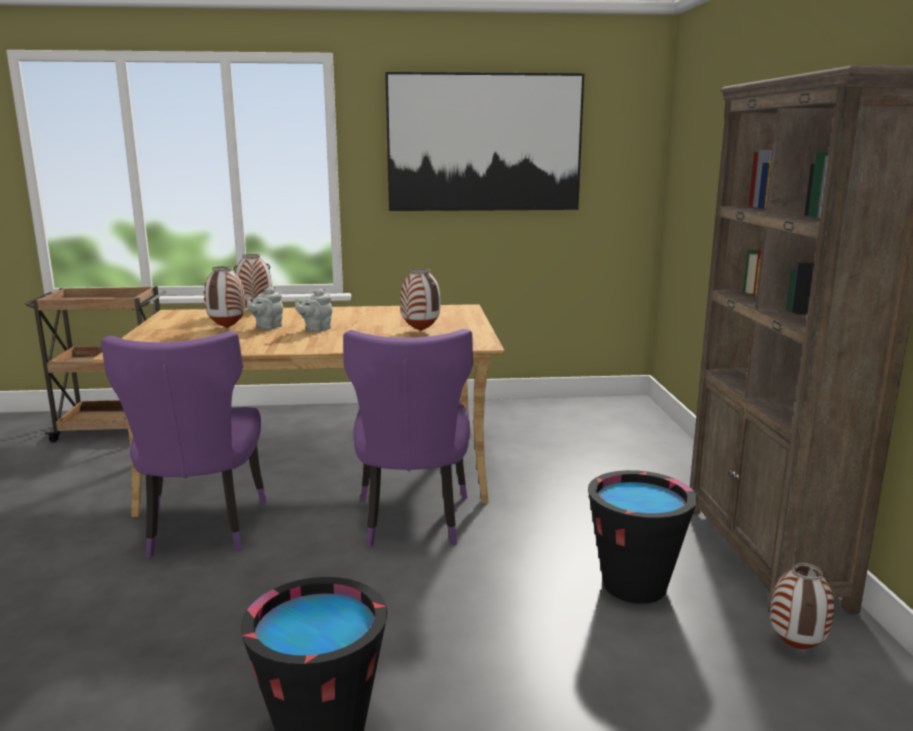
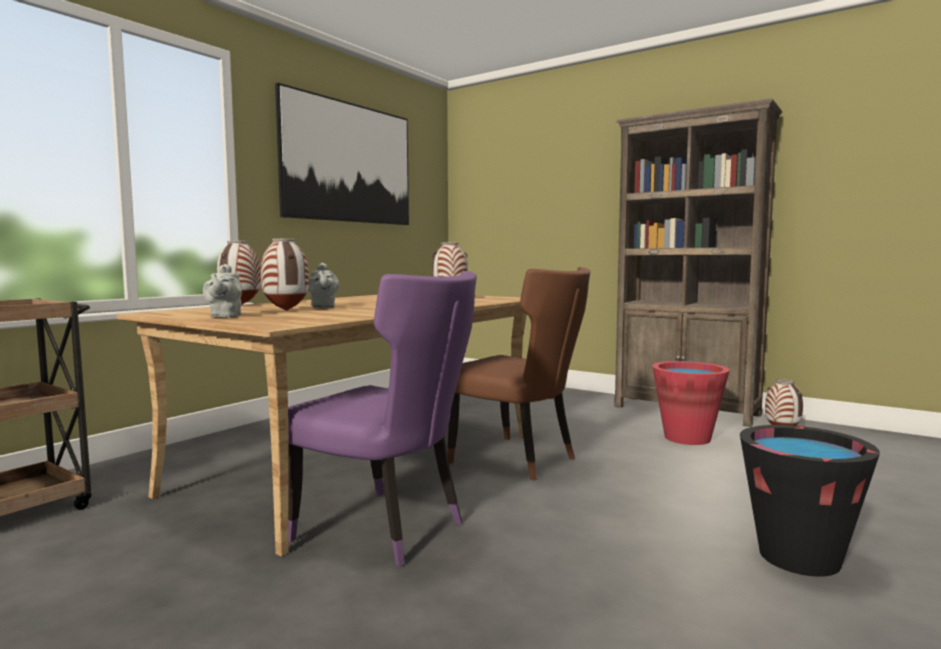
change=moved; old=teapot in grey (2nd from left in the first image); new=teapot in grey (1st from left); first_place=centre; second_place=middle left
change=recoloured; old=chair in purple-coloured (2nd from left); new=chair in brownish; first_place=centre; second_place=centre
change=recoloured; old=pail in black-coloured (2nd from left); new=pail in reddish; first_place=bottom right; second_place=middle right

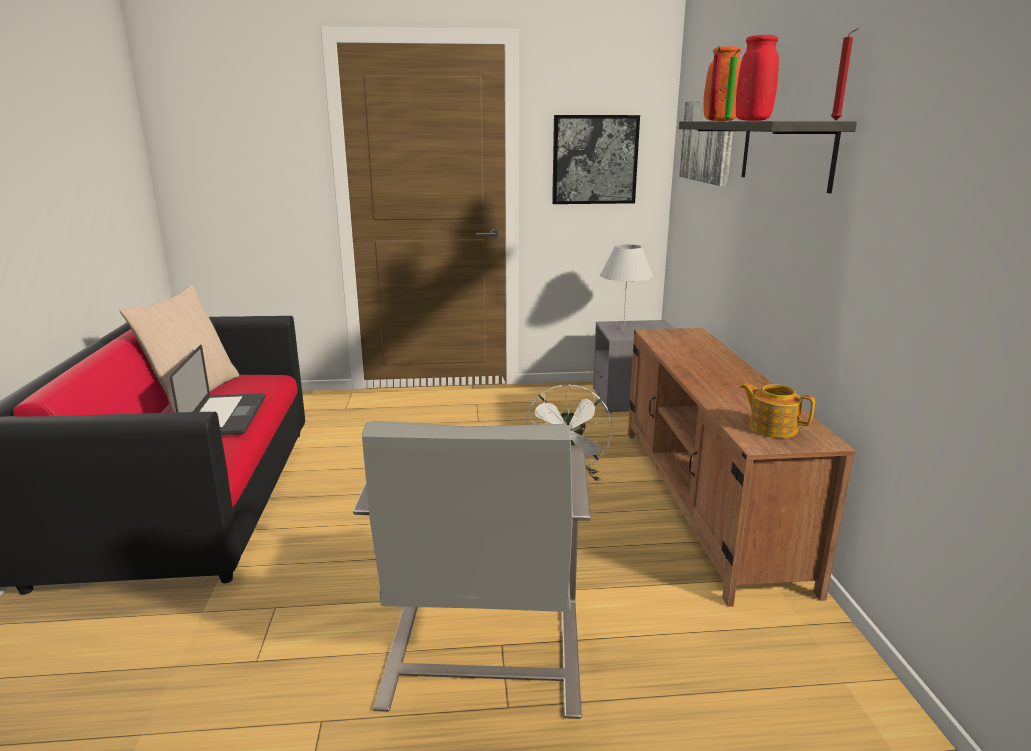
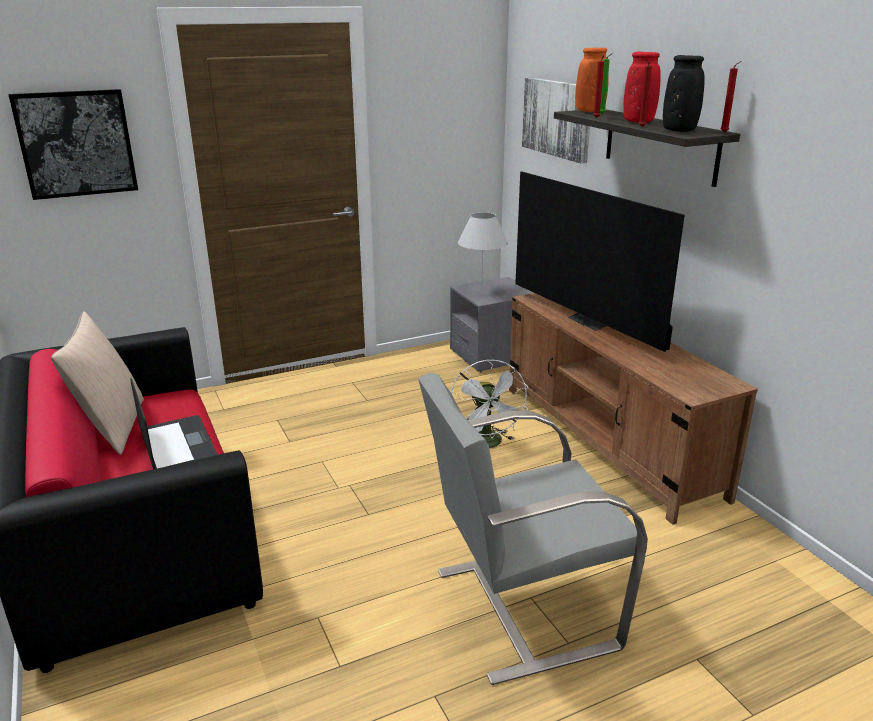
change=turned; old=lounge chair in grey; first_place=bottom centre; second_place=bottom centre; degrees=90
change=moved; old=wall picture (1st from left); first_place=top centre; second_place=top left
change=removed; old=teapot; first_place=middle right
change=added; new=television; second_place=middle right
change=added; new=candle in reddish (2nd from left); second_place=top right
change=added; new=flower vase in black-coloured; second_place=top right

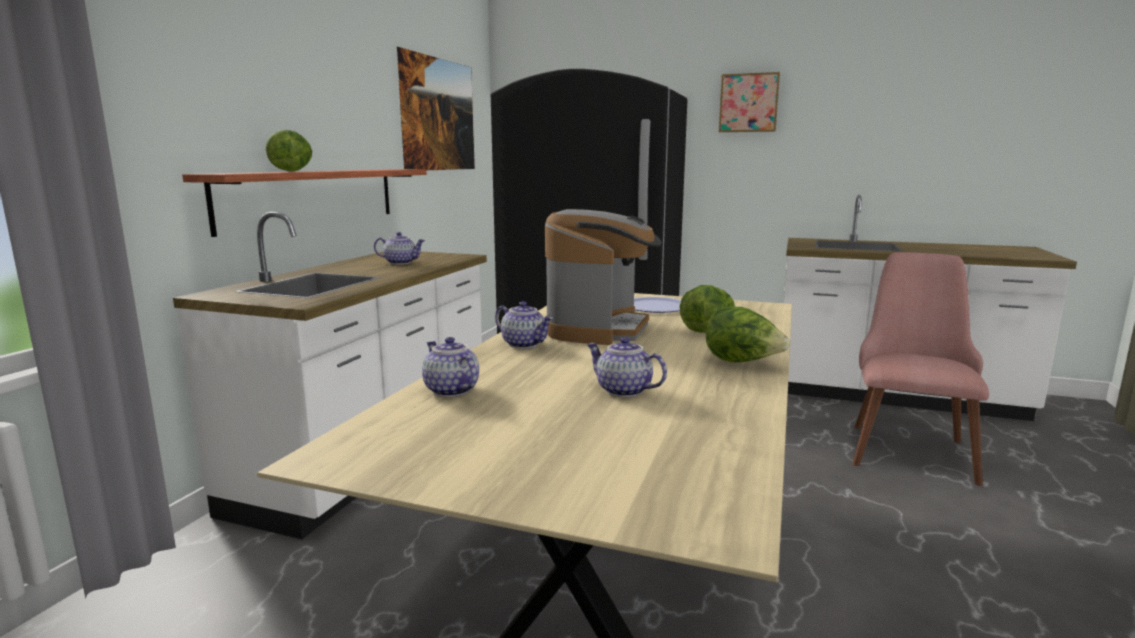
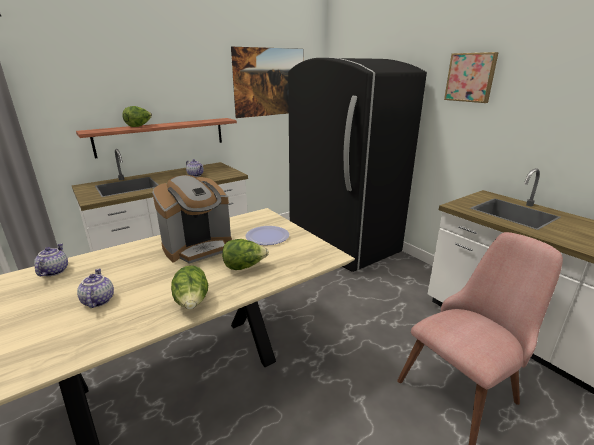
change=removed; old=teapot (3rd from left); first_place=centre

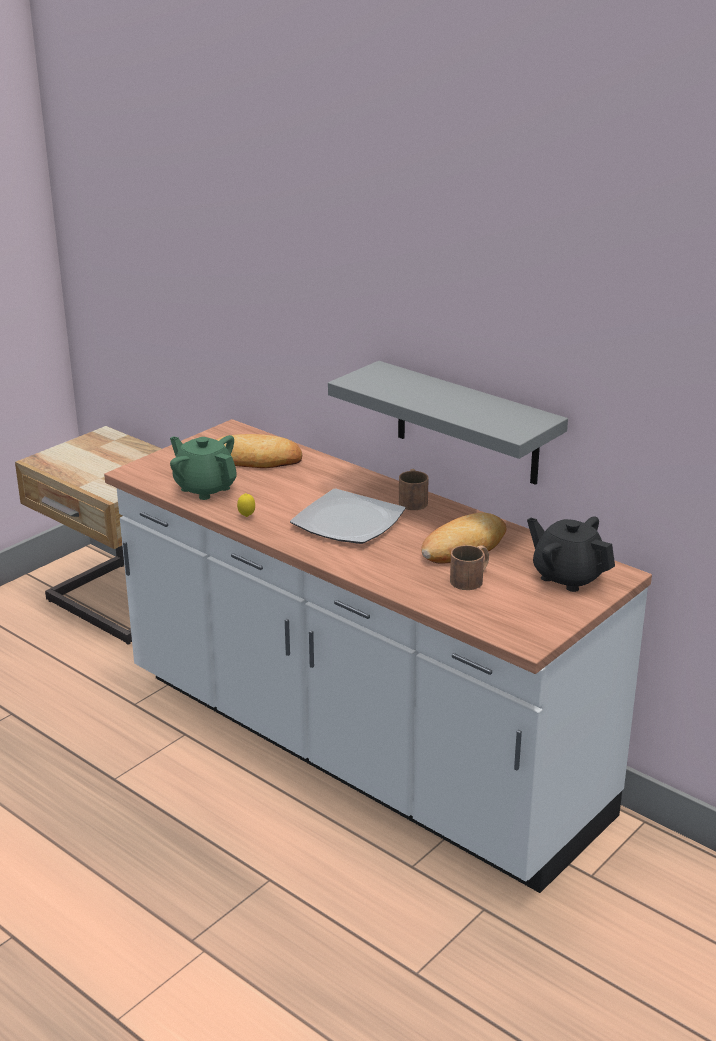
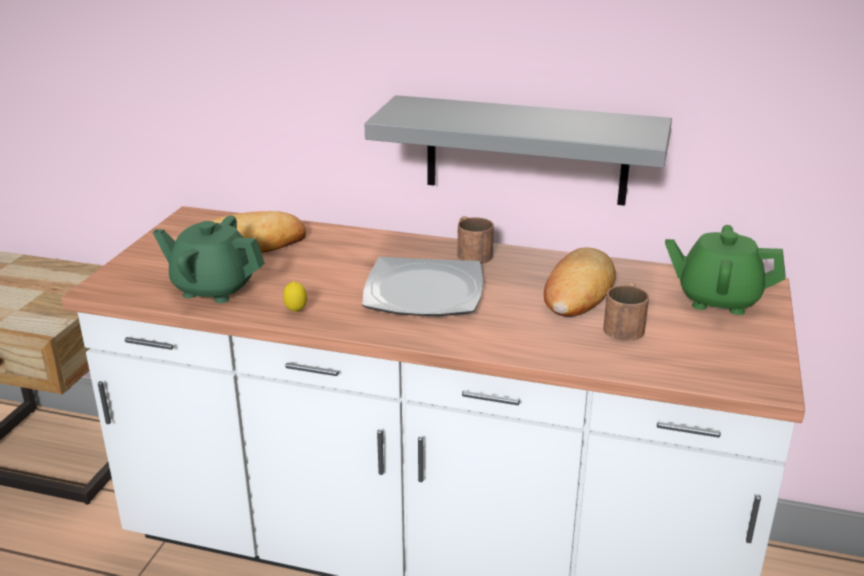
change=recoloured; old=teapot in black-coloured; new=teapot in greenish (2nd from left); first_place=middle right; second_place=middle right

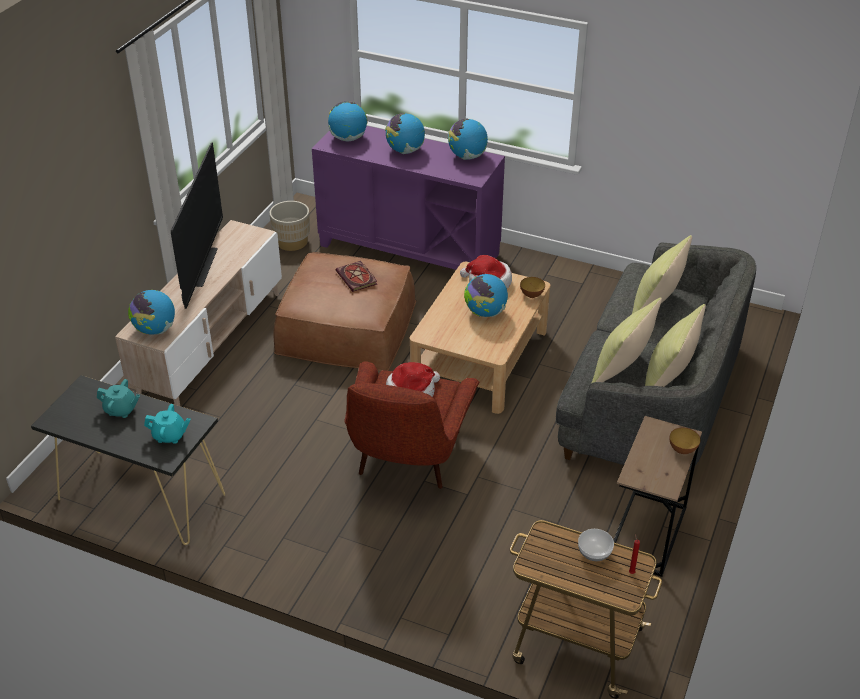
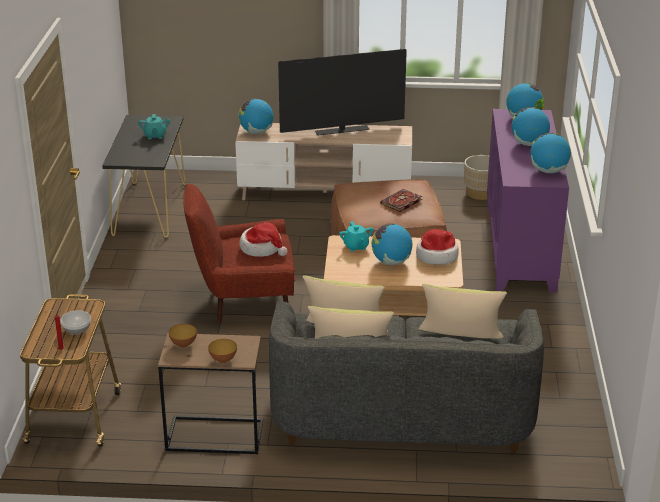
change=moved; old=teapot in turquoise (2nd from left); first_place=middle left; second_place=centre
change=moved; old=serving bowl (1st from left in the first image); new=serving bowl (2nd from left); first_place=centre; second_place=bottom left

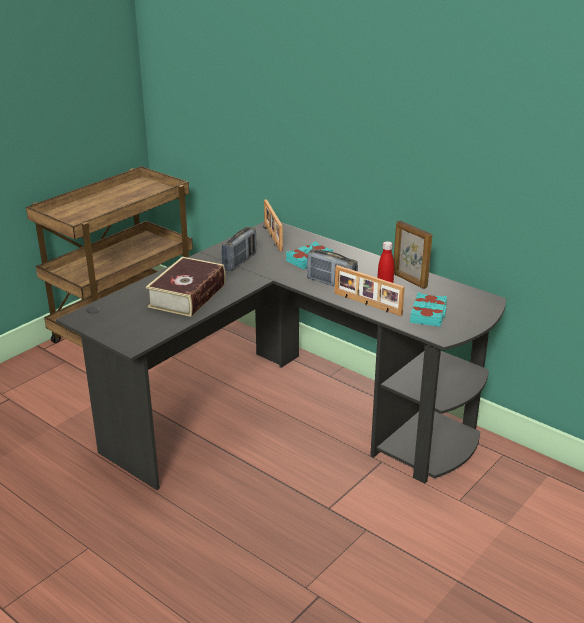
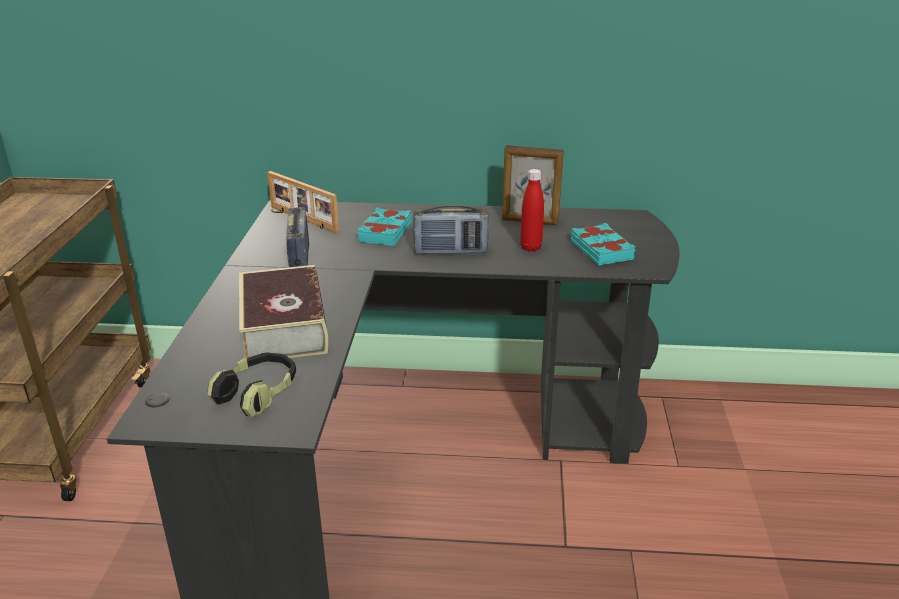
change=removed; old=photo frame (2nd from left); first_place=centre
change=added; new=headphones; second_place=middle left

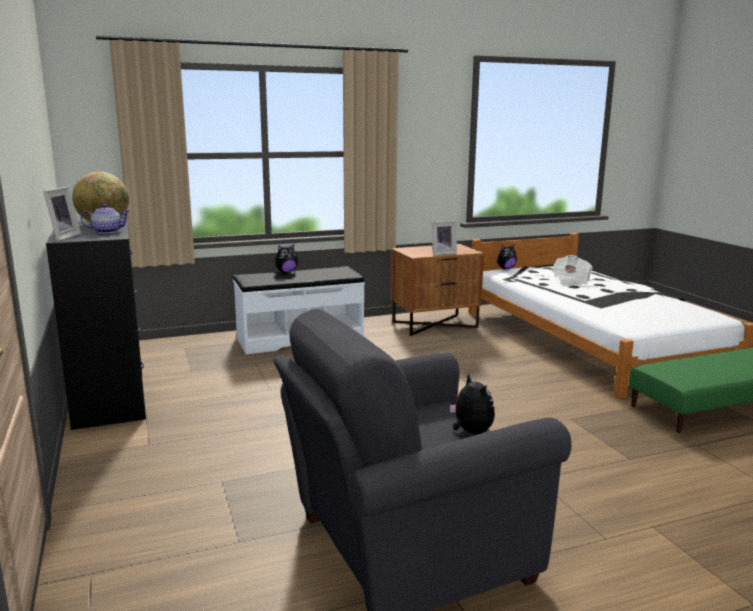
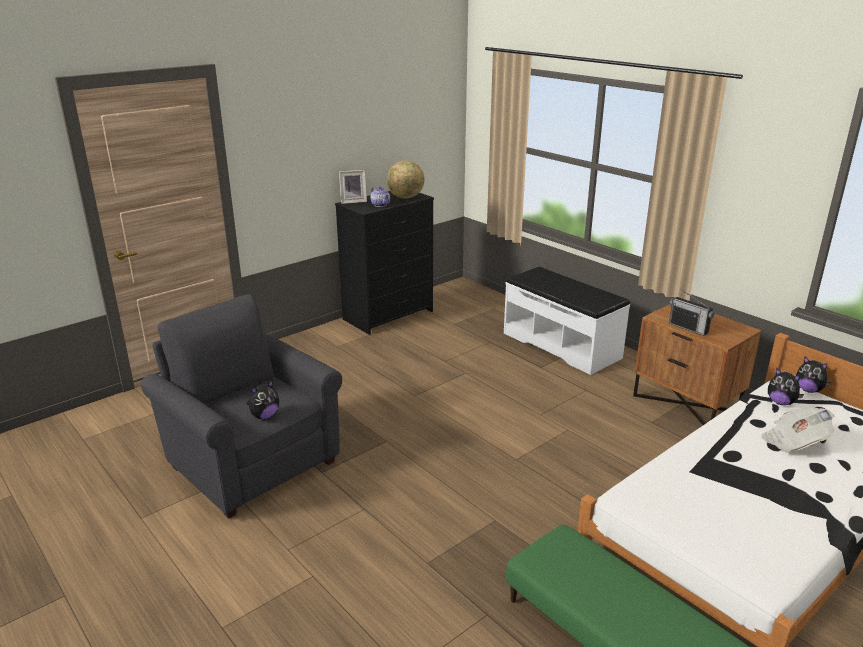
change=moved; old=plush toy (1st from left in the first image); new=plush toy (2nd from left); first_place=centre; second_place=middle right
change=replaced; old=photo frame (2nd from left); new=radio; first_place=centre; second_place=middle right

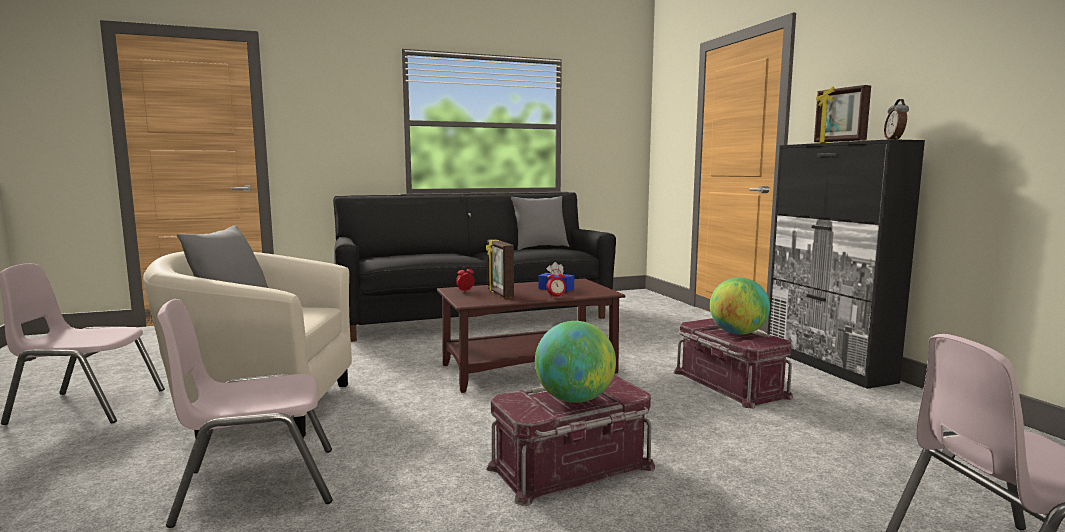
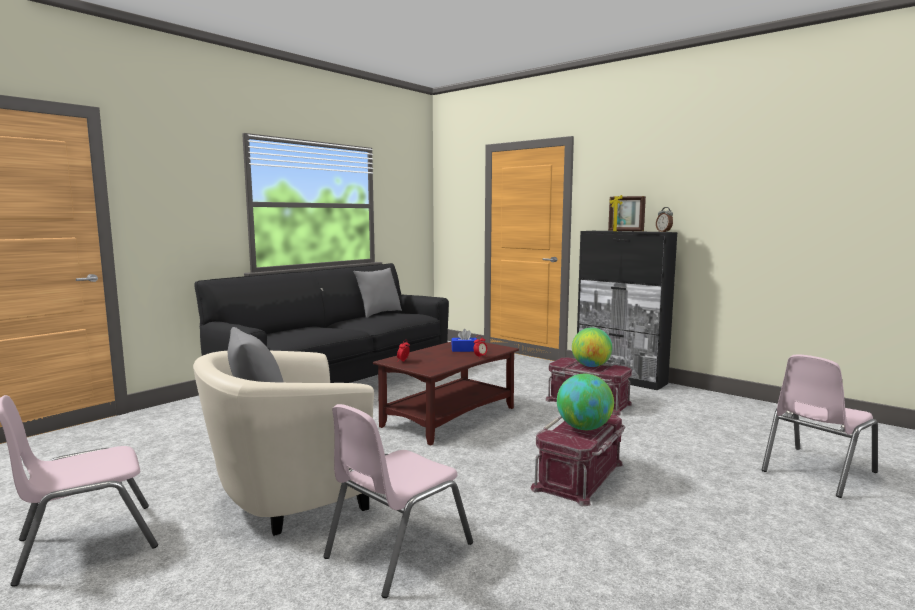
change=removed; old=photo frame (1st from left); first_place=centre

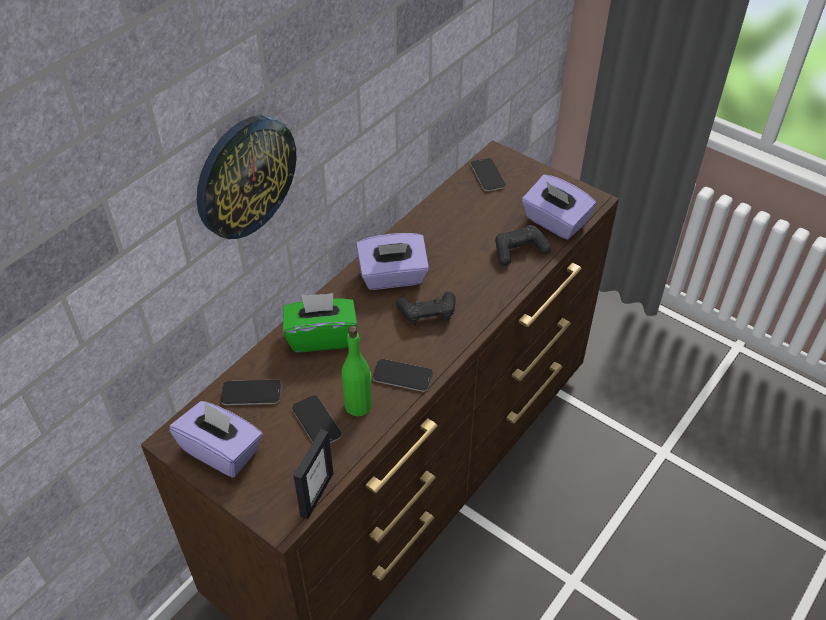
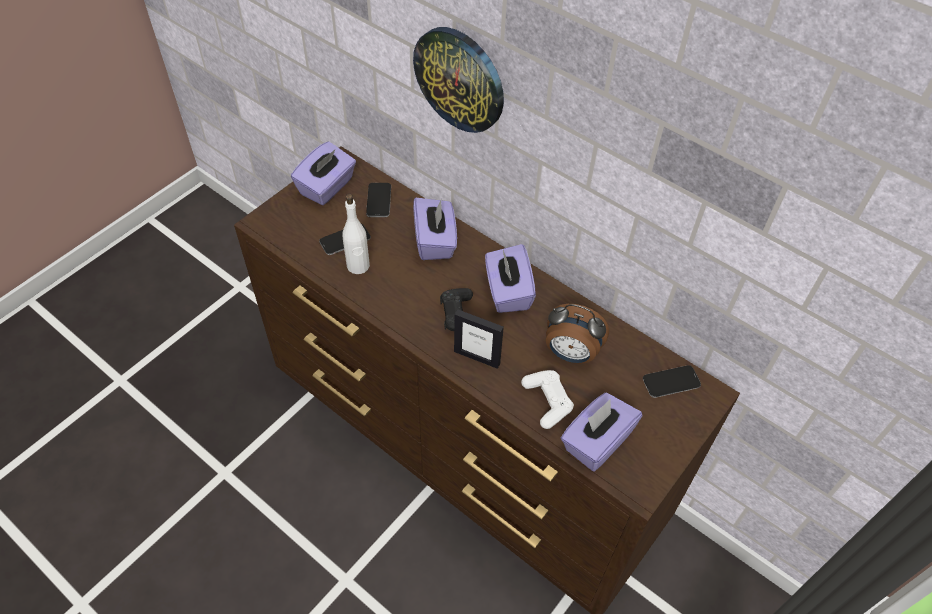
change=recoloured; old=box of tissues in greenish; new=box of tissues in purple-coloured (2nd from left); first_place=centre; second_place=centre
change=moved; old=photo frame; first_place=bottom centre; second_place=centre
change=recoloured; old=beverage bottle in greenish; new=beverage bottle in white-coloured; first_place=centre; second_place=centre
change=removed; old=telephone (3rd from left); first_place=centre
change=recoloured; old=joypad in black-coloured (2nd from left); new=joypad in white-coloured; first_place=centre; second_place=centre
change=added; new=alarm clock; second_place=centre

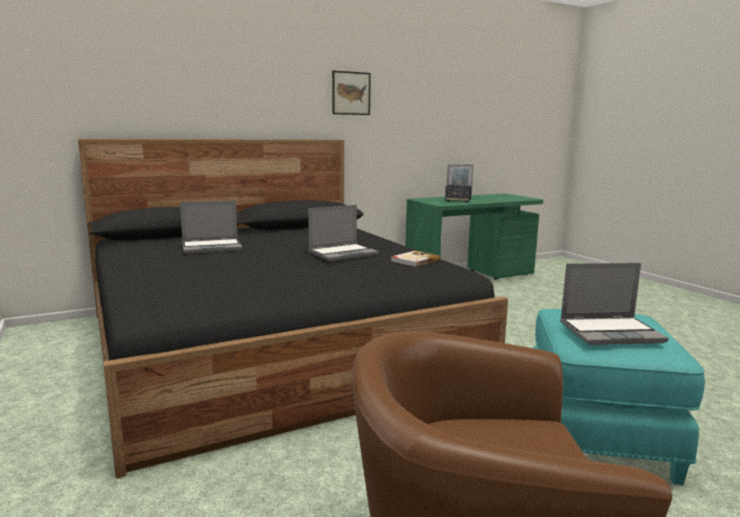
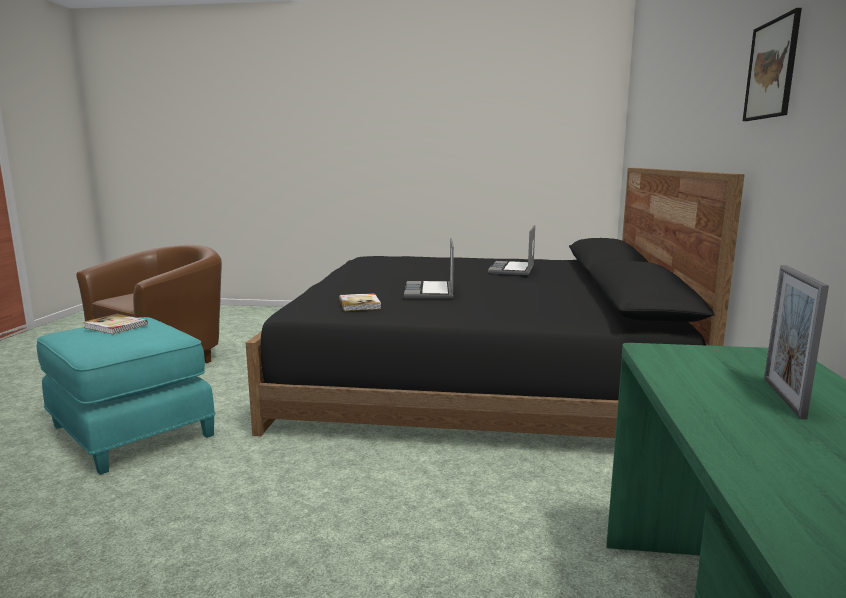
change=removed; old=speaker; first_place=centre
change=replaced; old=portable computer (3rd from left); new=volume (1st from left); first_place=middle right; second_place=middle left

